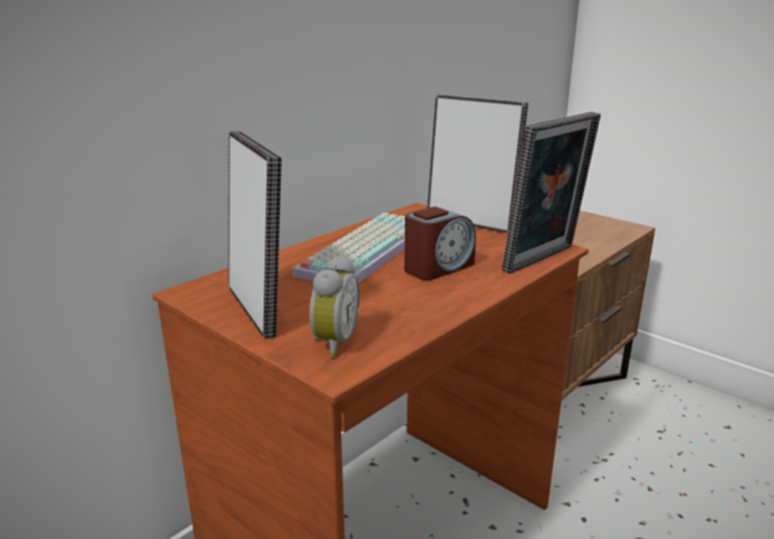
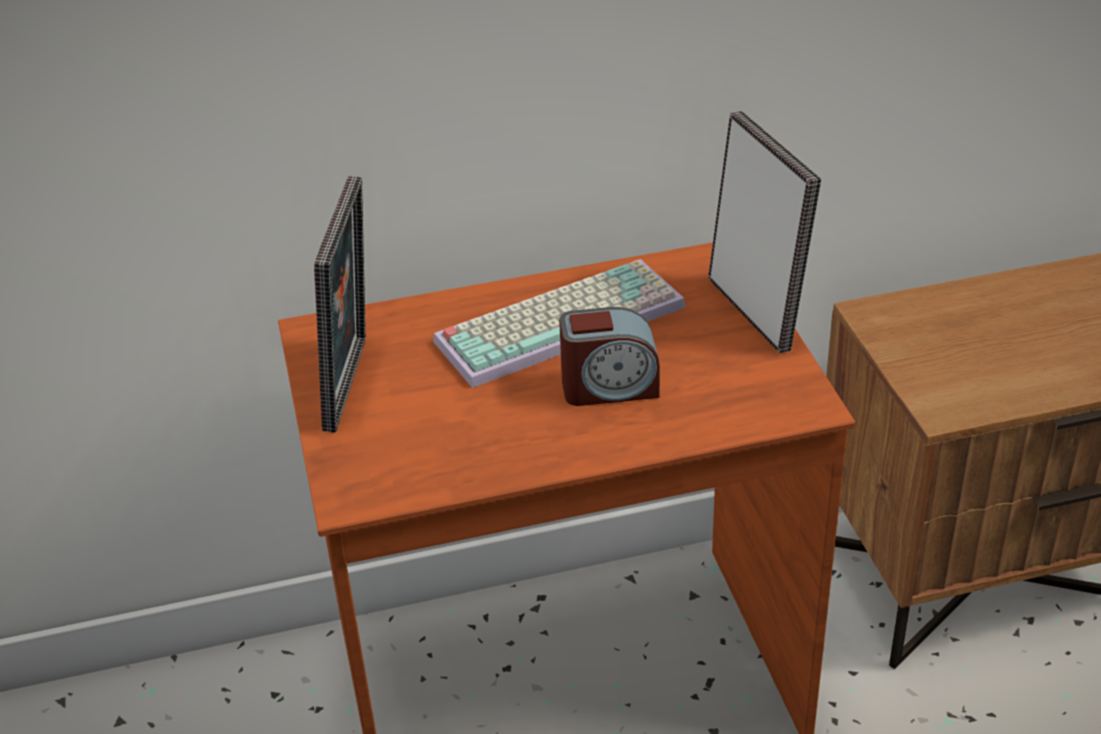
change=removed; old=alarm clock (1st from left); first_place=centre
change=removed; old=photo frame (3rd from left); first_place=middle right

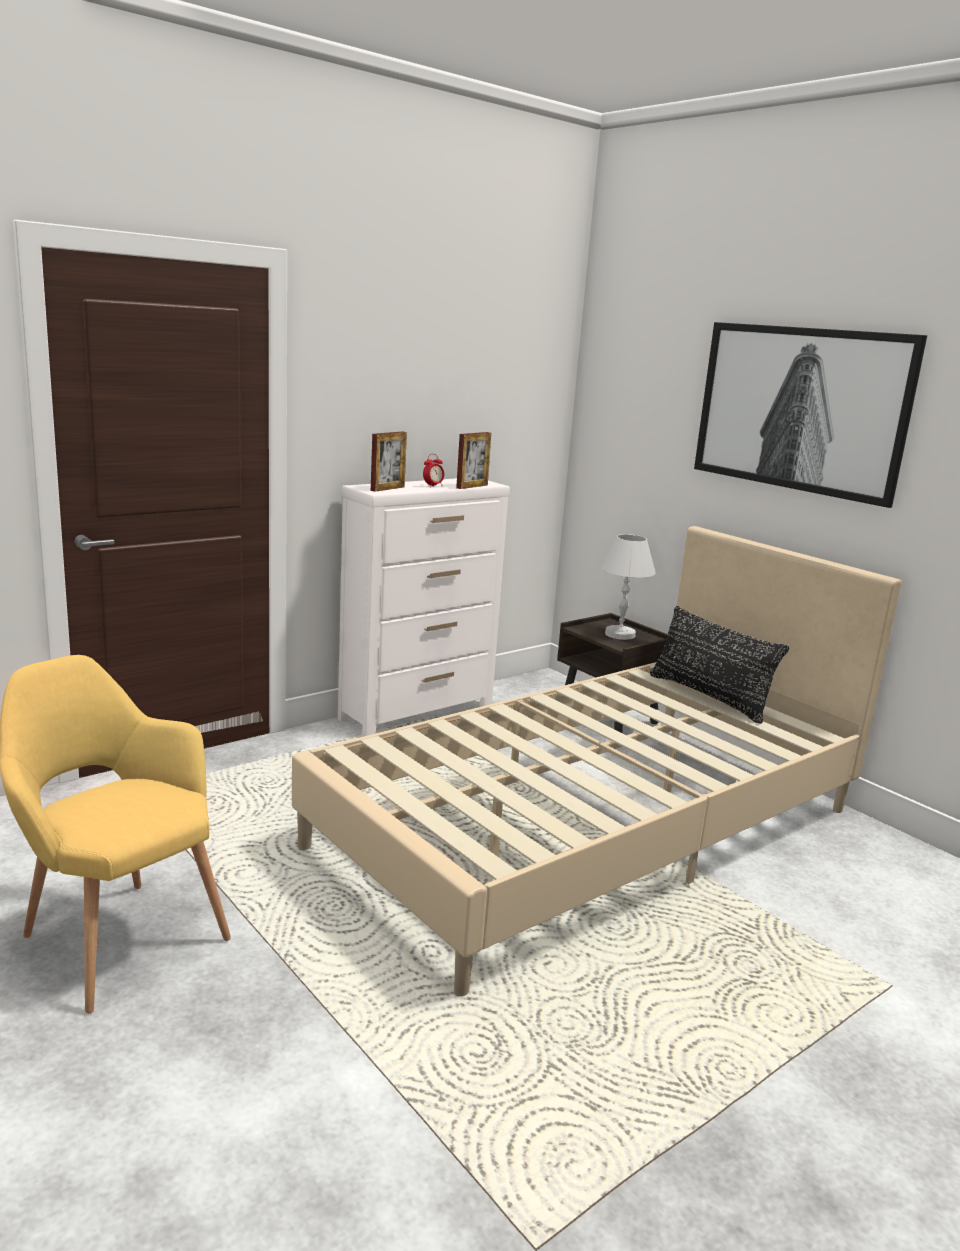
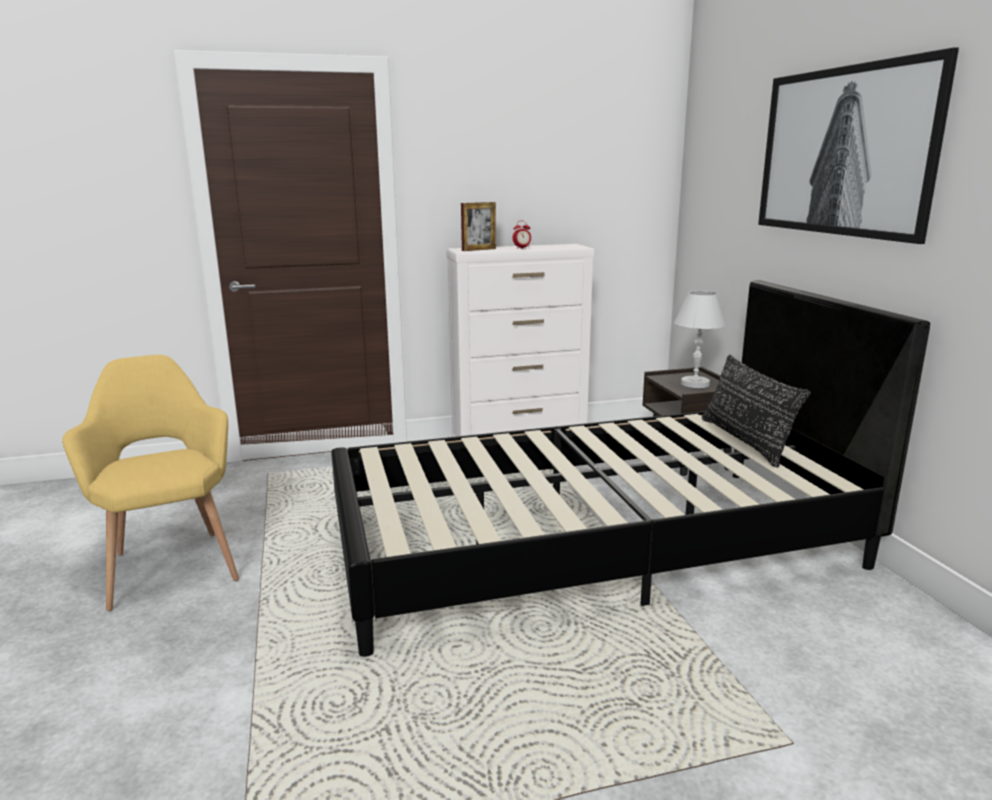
change=recoloured; old=bedroom bed in beige-coloured; new=bedroom bed in black-coloured; first_place=centre; second_place=centre
change=removed; old=photo frame (2nd from left); first_place=centre

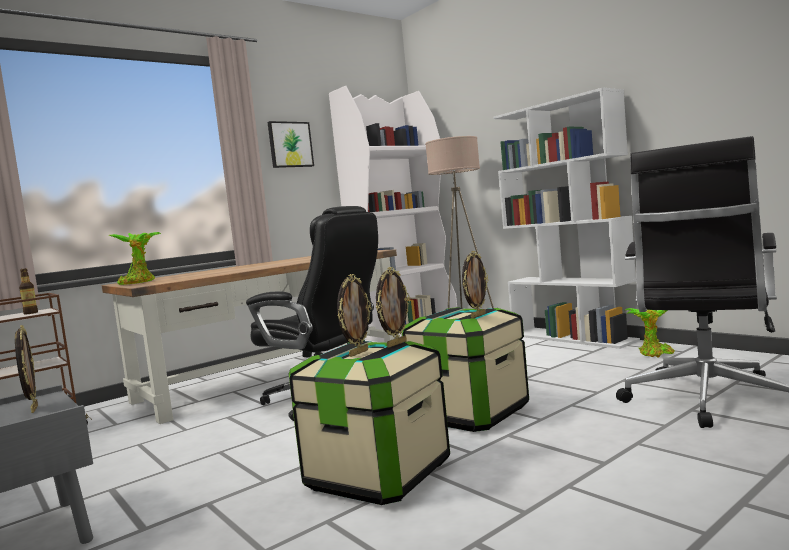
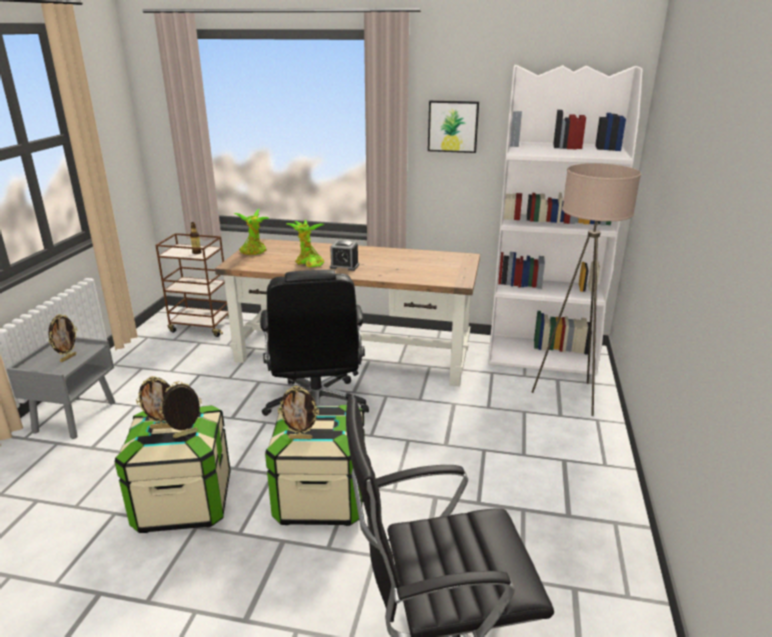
change=turned; old=photo frame (3rd from left); first_place=centre; second_place=middle left; degrees=150
change=removed; old=bookcase in white-coloured (2nd from left); first_place=middle right
change=moved; old=houseplant (2nd from left); first_place=middle right; second_place=centre
change=added; new=alarm clock; second_place=centre

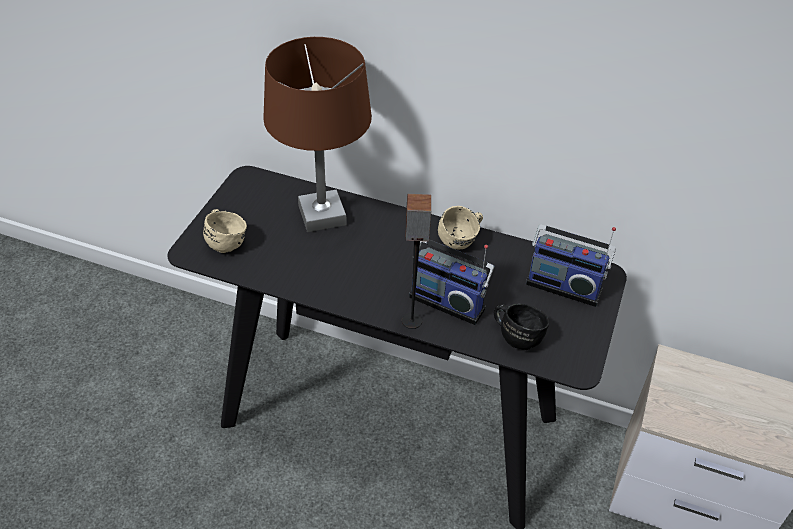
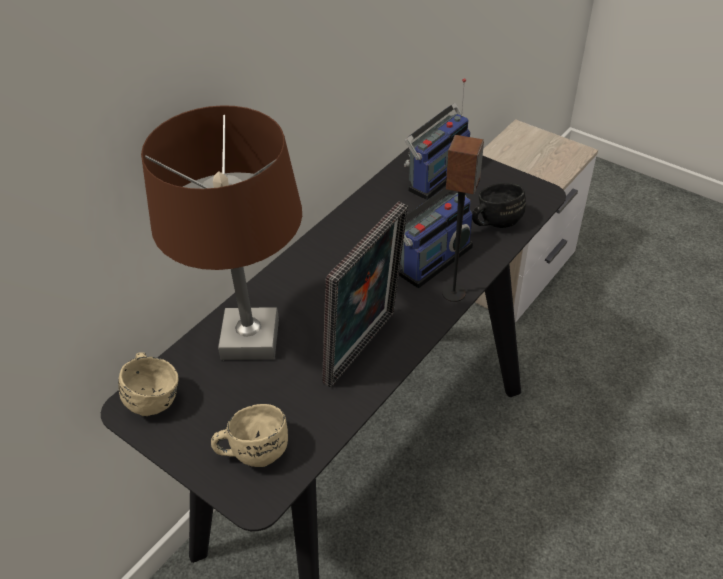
change=moved; old=coffee mug in beige-coloured (2nd from left in the first image); new=coffee mug in beige-coloured (1st from left); first_place=centre; second_place=middle left
change=added; new=photo frame; second_place=centre

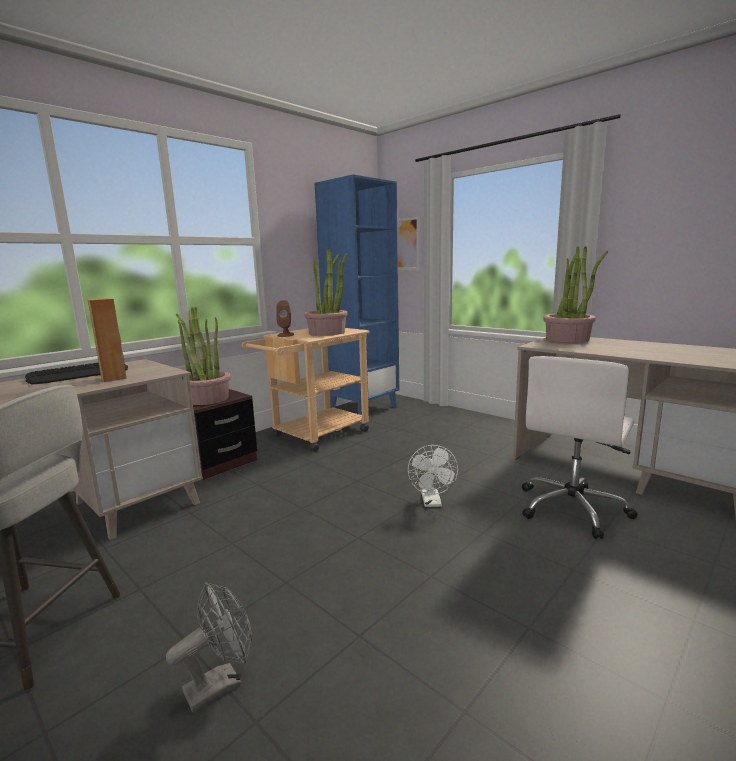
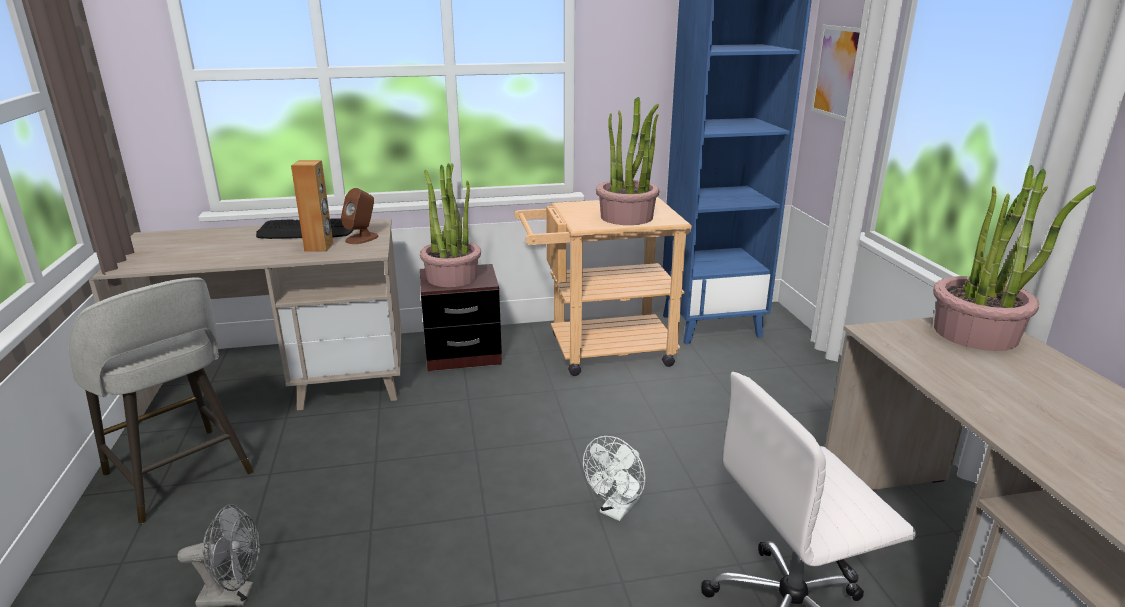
change=moved; old=speaker in brownish (2nd from left); first_place=centre; second_place=middle left

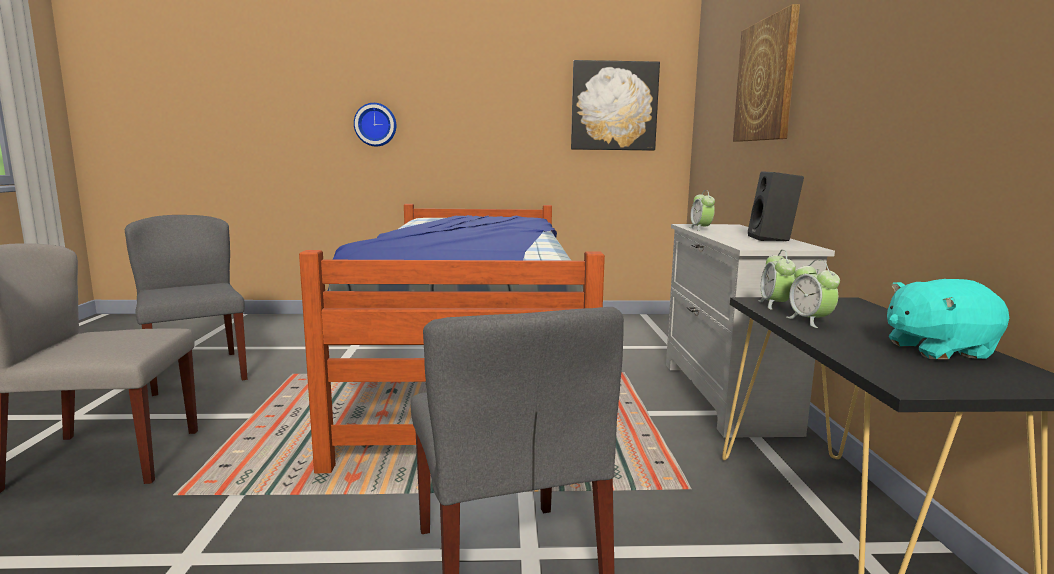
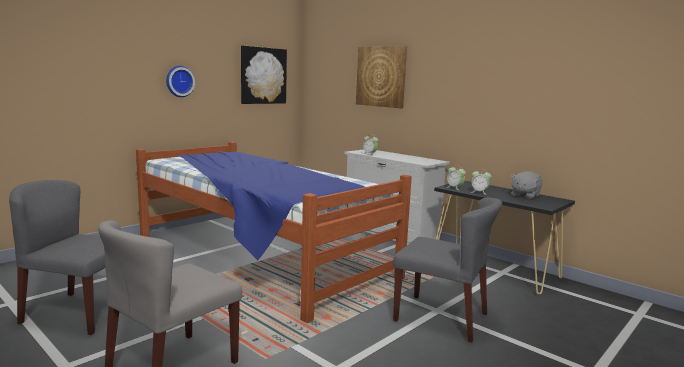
change=moved; old=hanging clock; first_place=top centre; second_place=top left
change=removed; old=speaker in black-coloured; first_place=middle right
change=recoloured; old=plush toy in turquoise; new=plush toy in grey; first_place=middle right; second_place=middle right

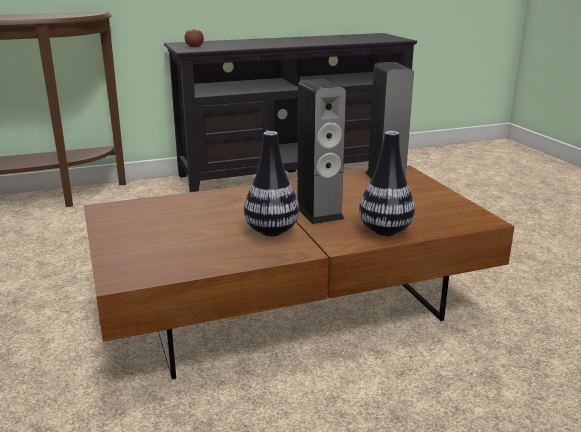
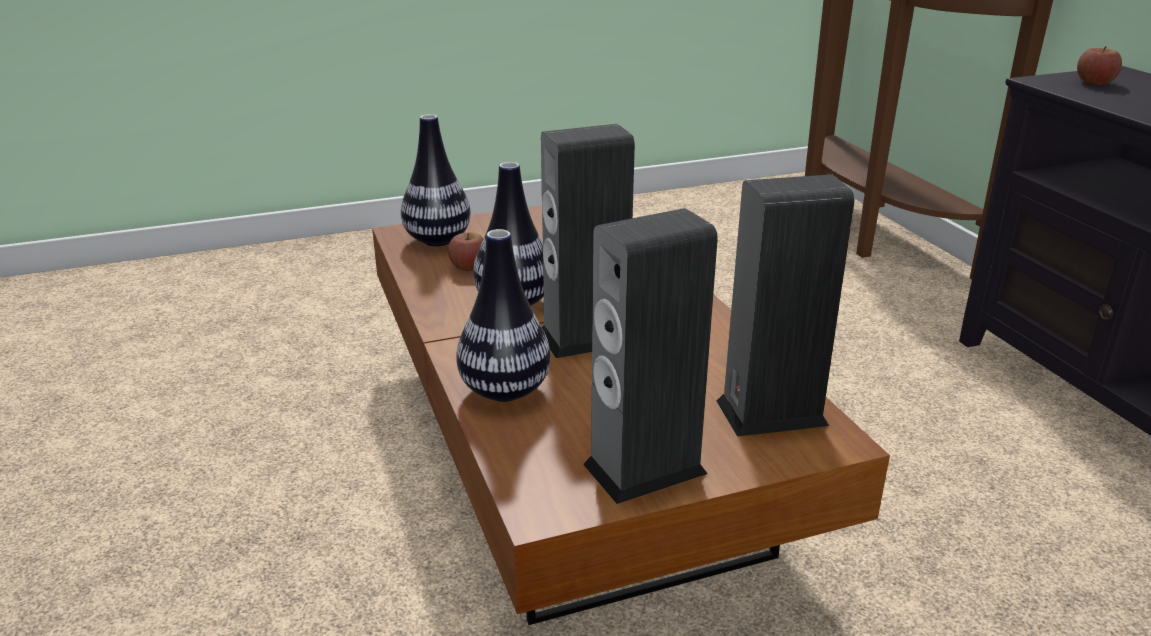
change=added; new=flower vase (1st from left); second_place=top centre
change=added; new=apple fruit (1st from left); second_place=centre
change=added; new=speaker (2nd from left); second_place=centre

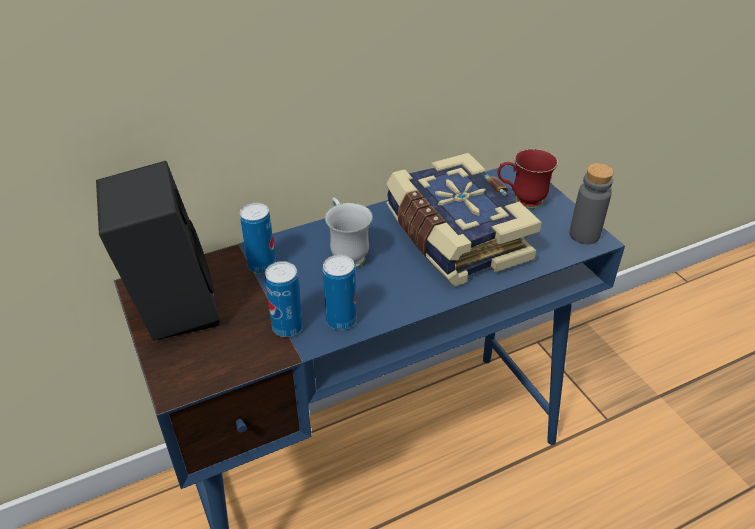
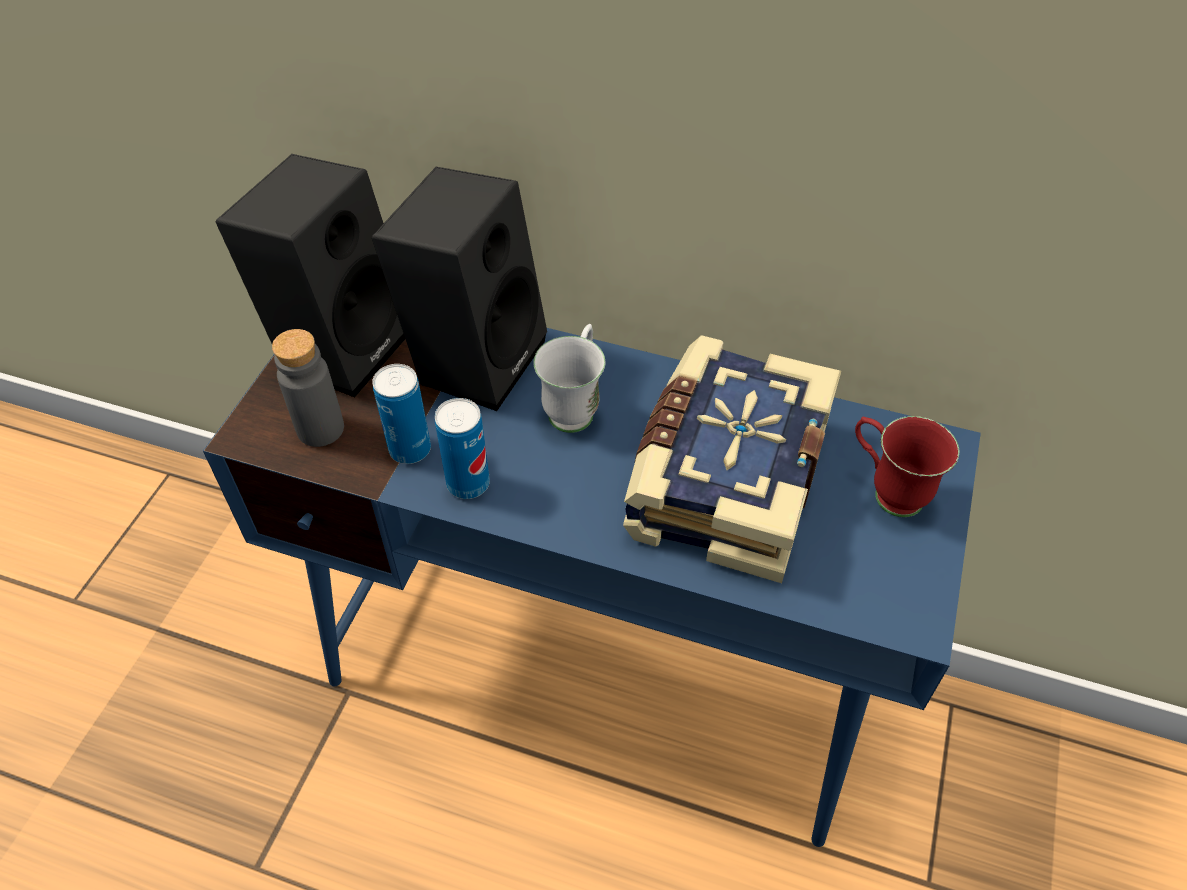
change=replaced; old=sealed can (1st from left); new=speaker in black-coloured (2nd from left); first_place=centre; second_place=top centre
change=moved; old=beverage bottle in grey; first_place=middle right; second_place=middle left

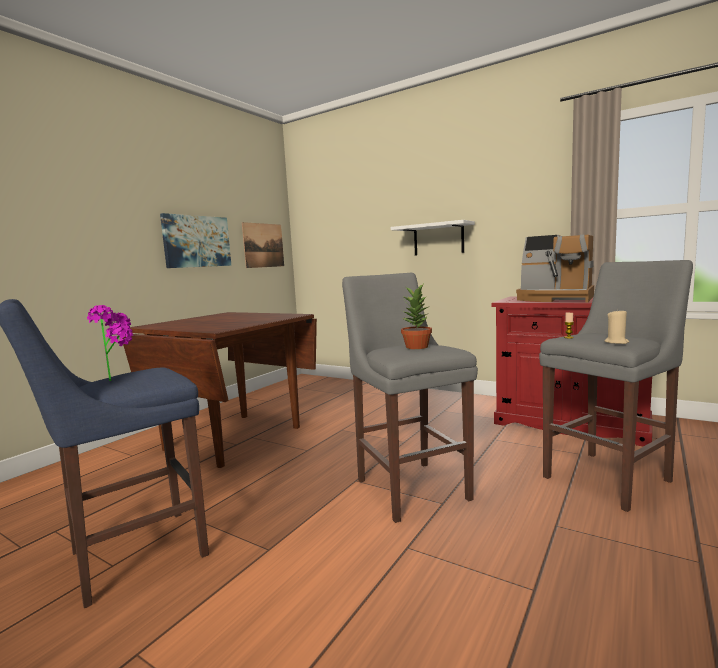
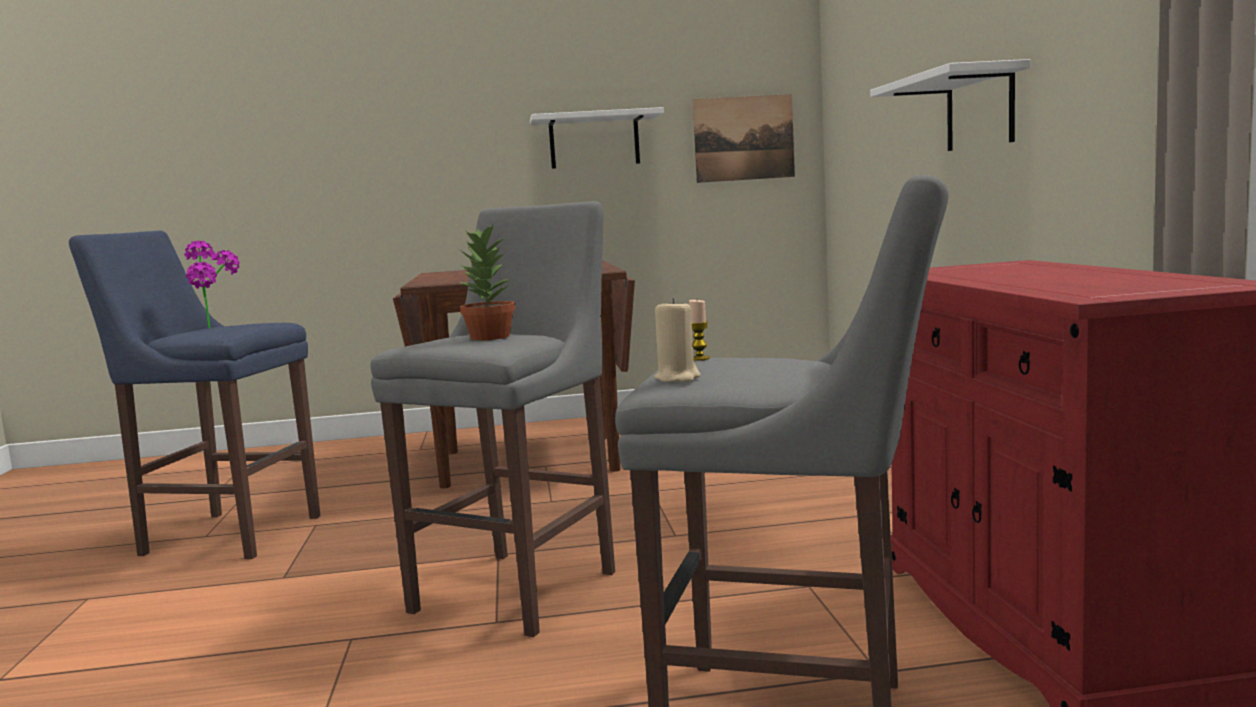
change=replaced; old=wall picture (1st from left); new=wall shelf in white-coloured (1st from left); first_place=middle left; second_place=top centre
change=removed; old=coffee machine; first_place=middle right

